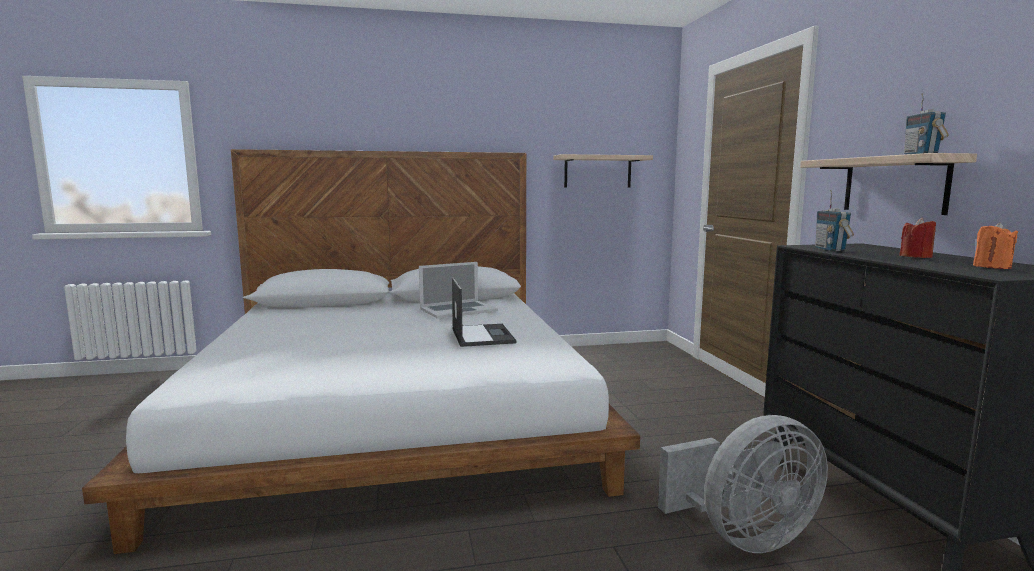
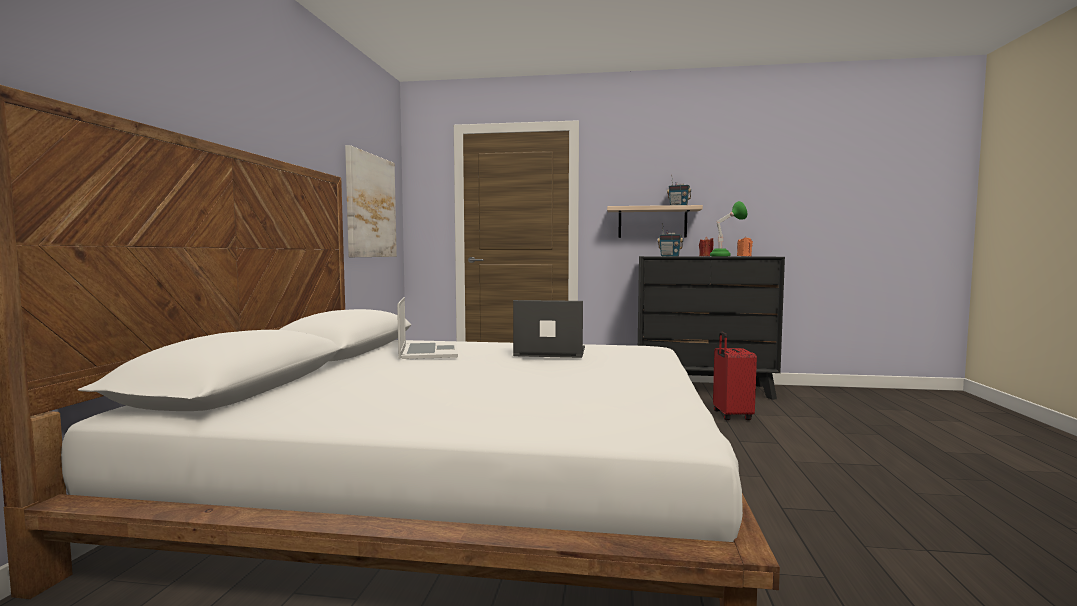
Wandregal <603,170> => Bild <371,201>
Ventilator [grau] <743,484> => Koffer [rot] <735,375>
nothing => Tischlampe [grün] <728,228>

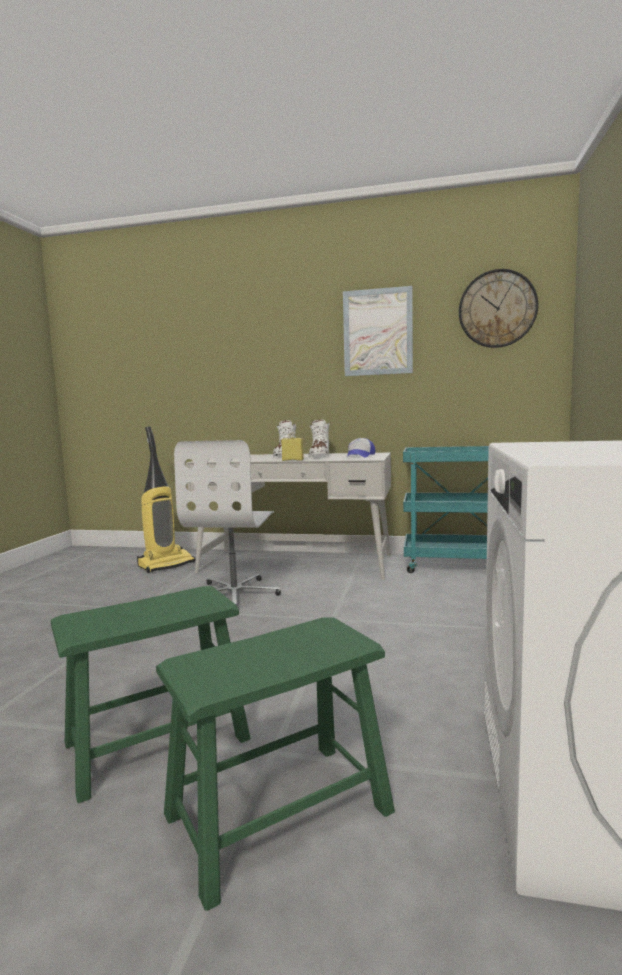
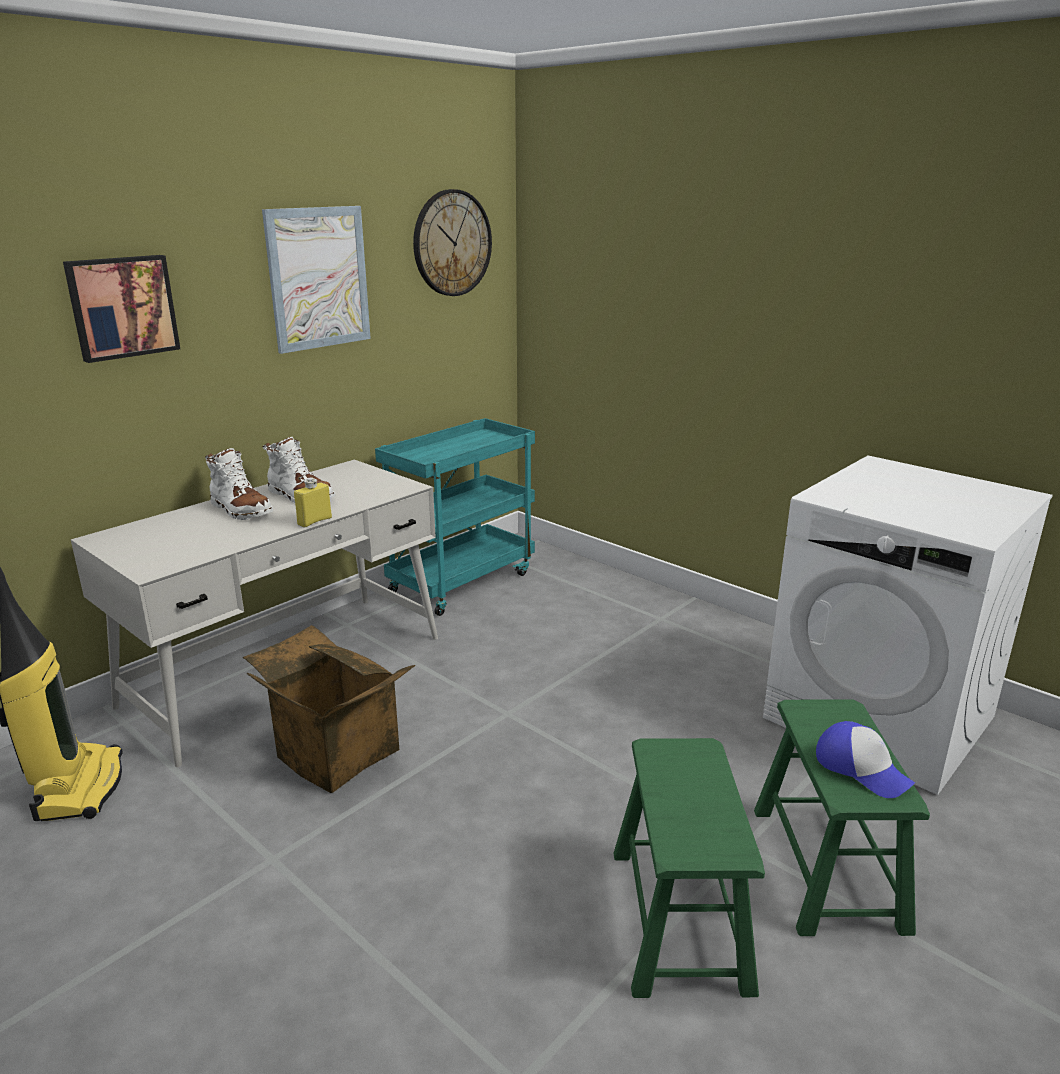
Kappe <361,448> => Kappe <865,759>, moved
Bürostuhl [weiß] <227,522> => Karton <329,709>
nothing => Bild <121,309>

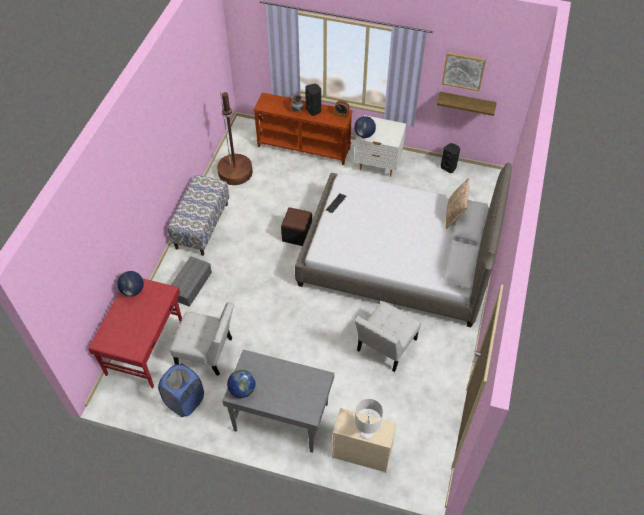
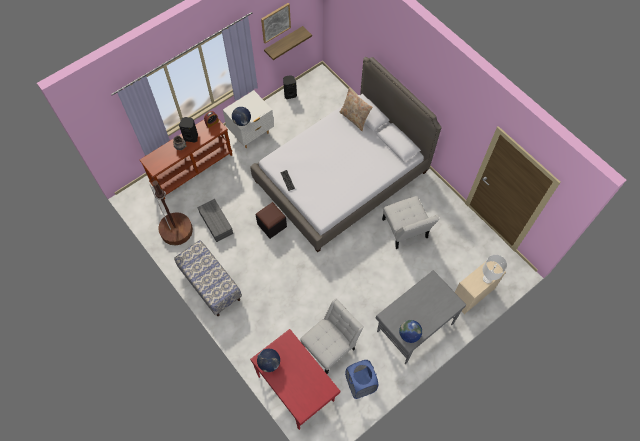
Aufbewahrungsbox [grau] <191,281> => Aufbewahrungsbox [grau] <215,220>, moved

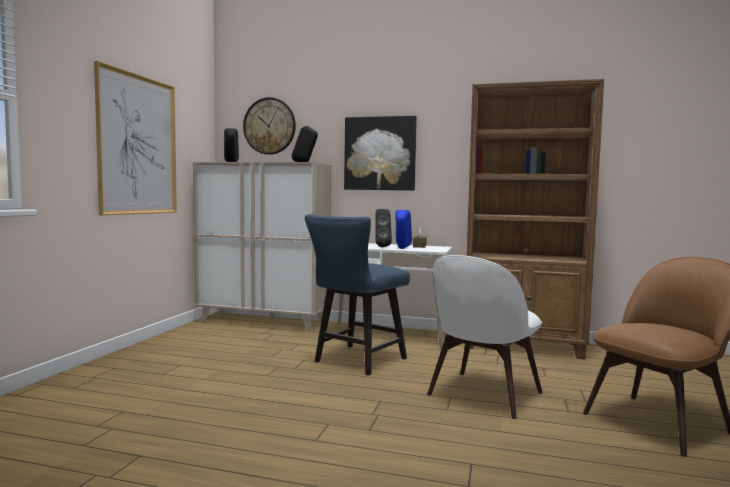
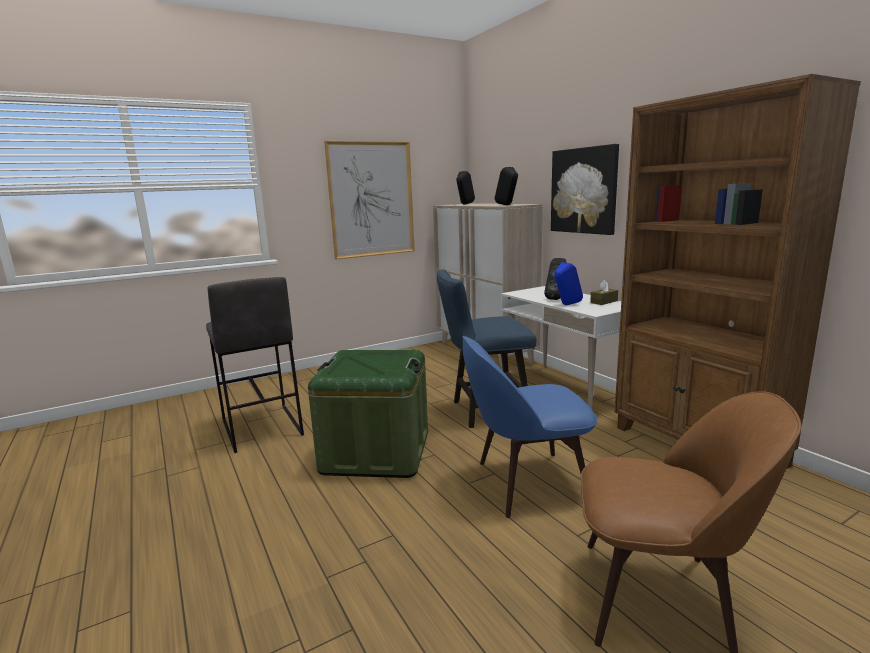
Wanduhr <269,126> => nothing
Stuhl [weiß] <485,337> => Stuhl [blau] <530,427>
nothing => Hocker [grau] <255,365>
nothing => Aufbewahrungsbox [grün] <368,414>

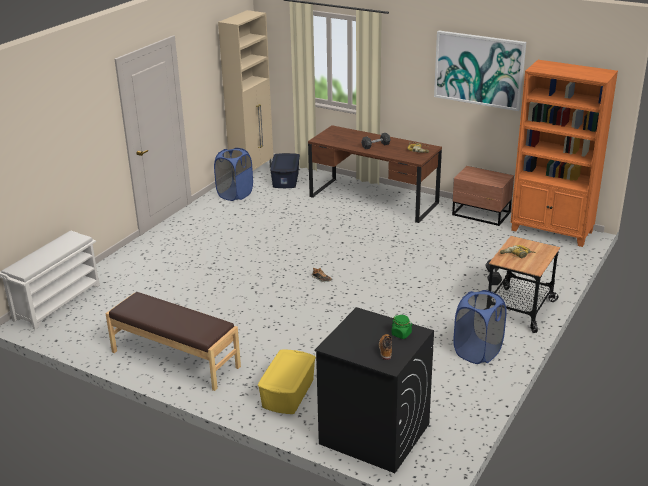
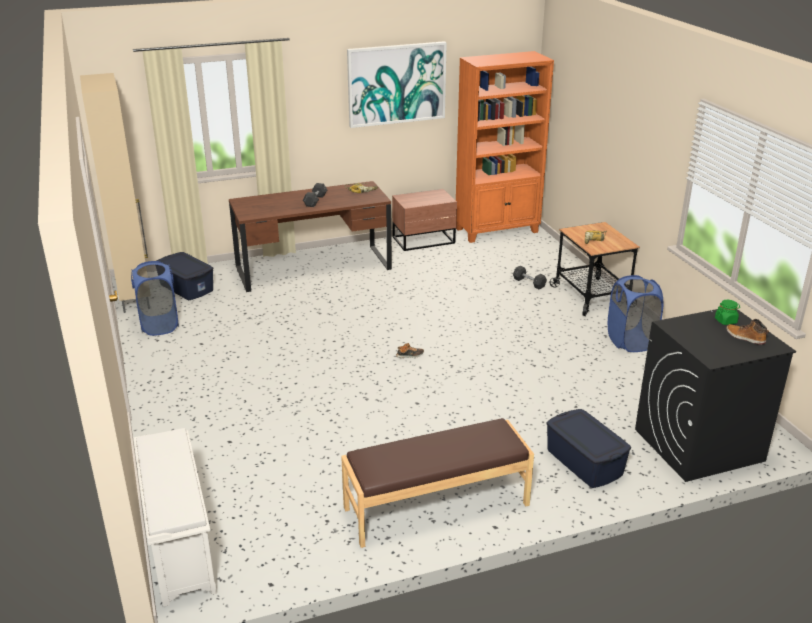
Aufbewahrungsbox [gelb] <287,381> => Aufbewahrungsbox [blau] <588,448>

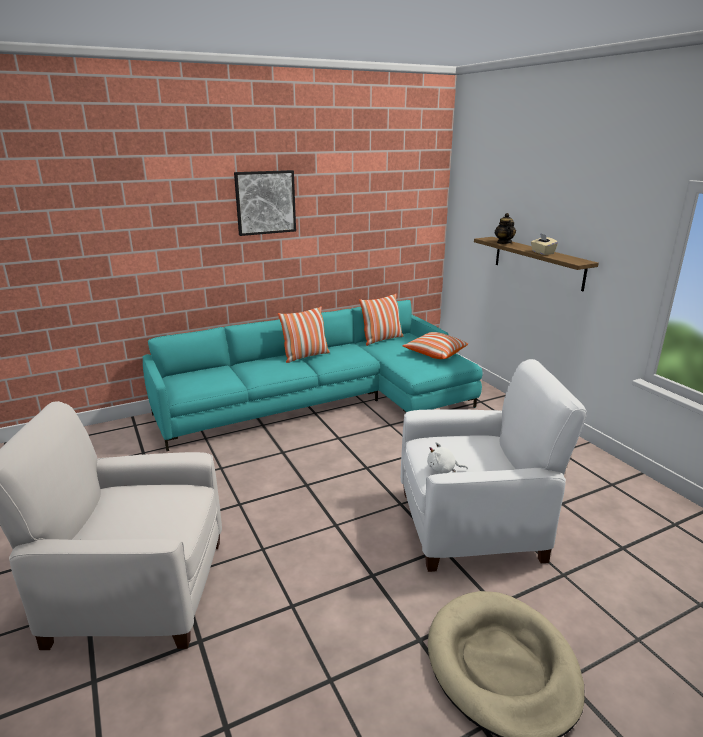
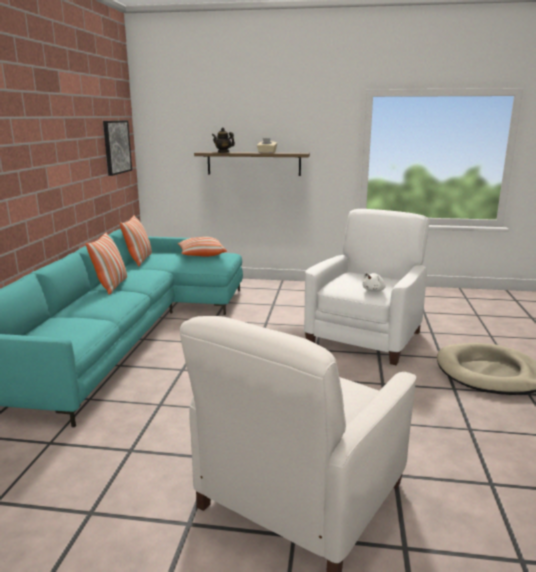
Bild <265,203> => Bild <117,148>, moved

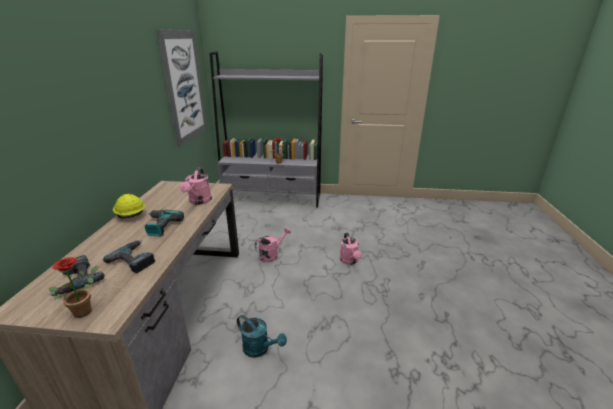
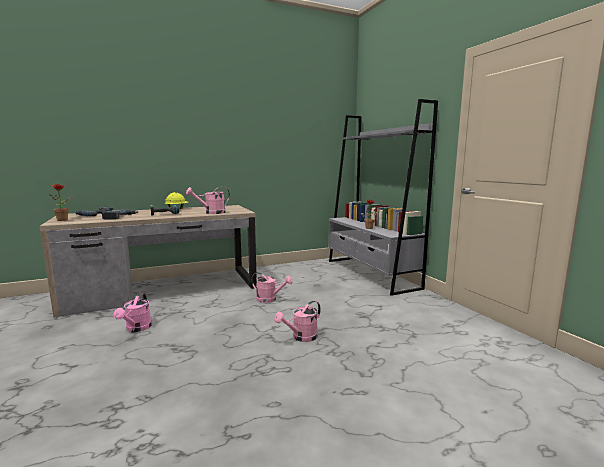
Bild <182,88> => nothing
Gießkanne [türkis] <262,336> => Gießkanne [rosa] <133,312>

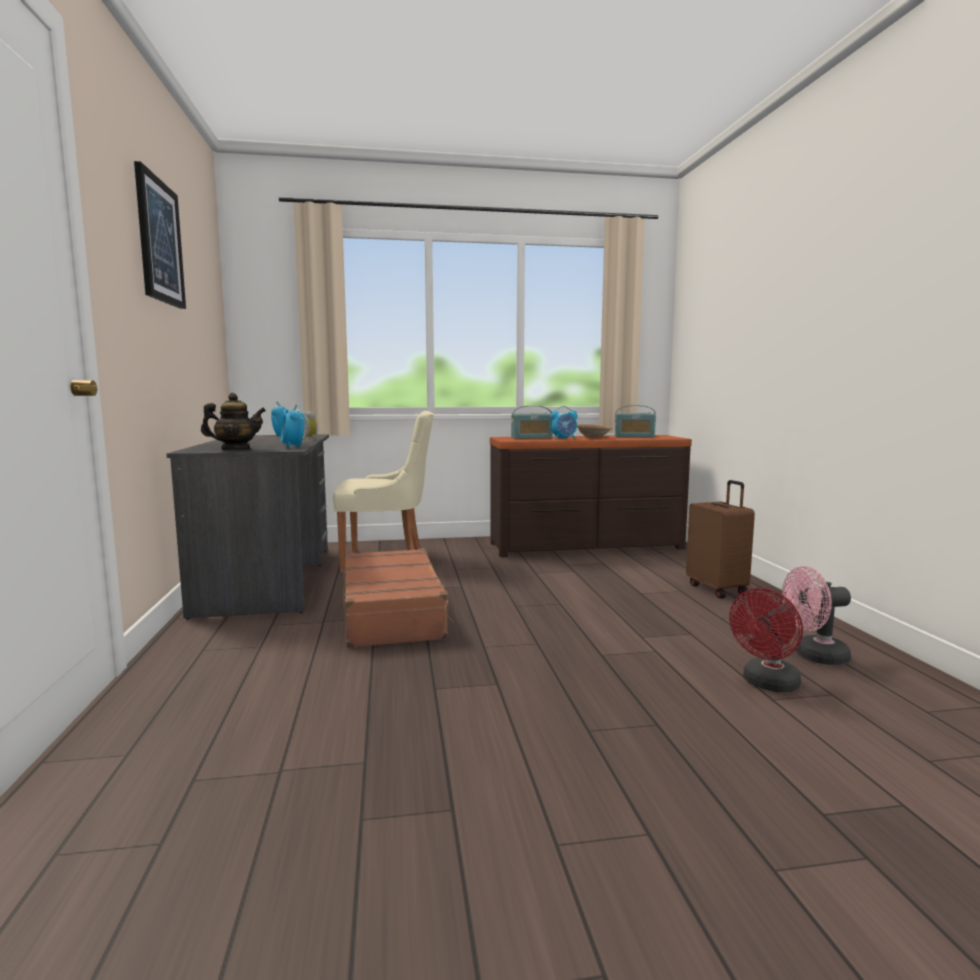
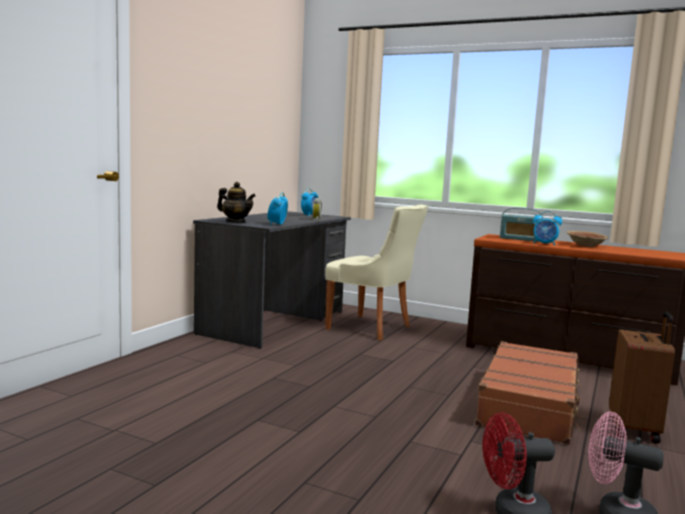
Bild <160,235> => nothing
Radio <635,421> => nothing
Koffer [braun] <398,598> => Koffer [braun] <528,393>, moved

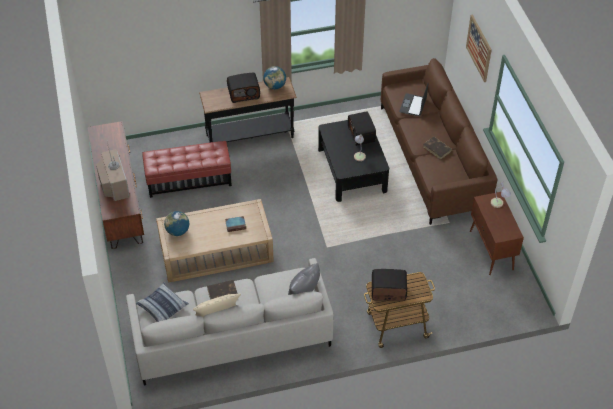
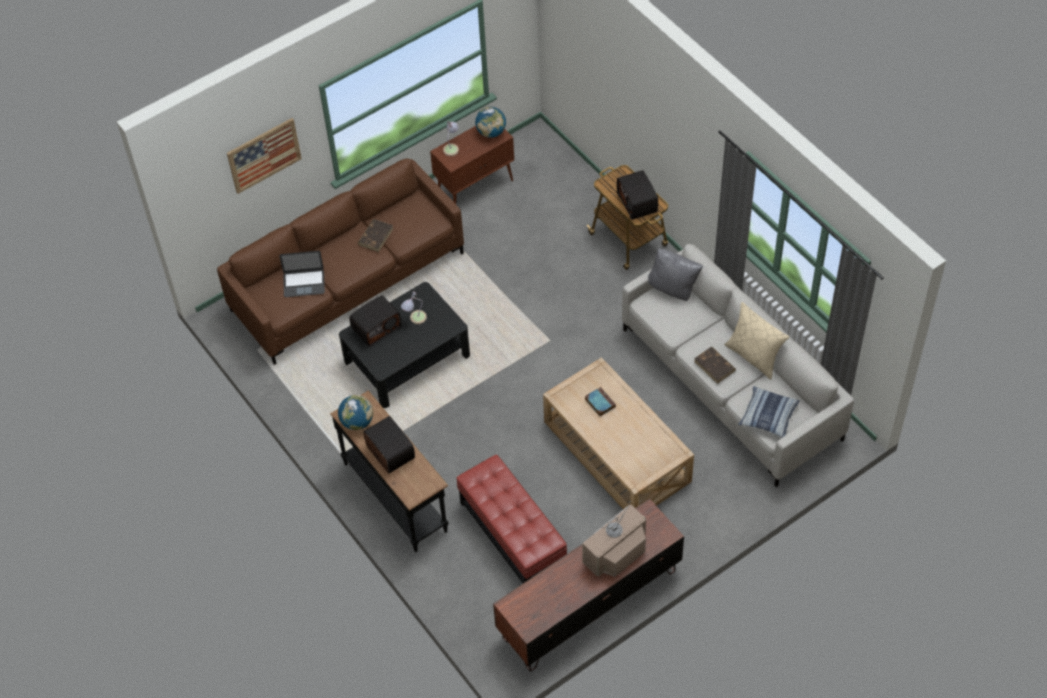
Globus <176,223> => Globus <490,122>, moved

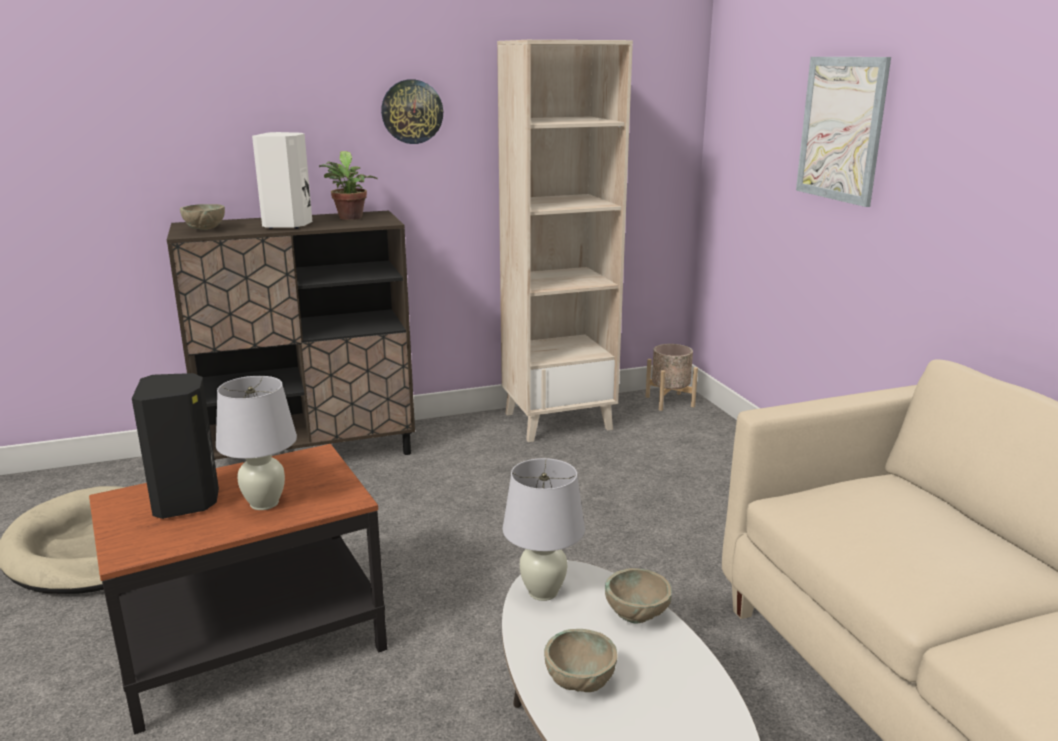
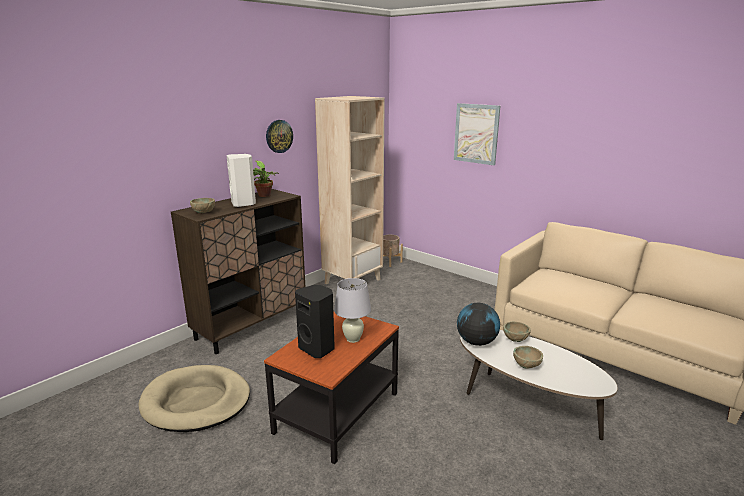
Tischlampe [weiß] <544,529> => Globus <478,324>

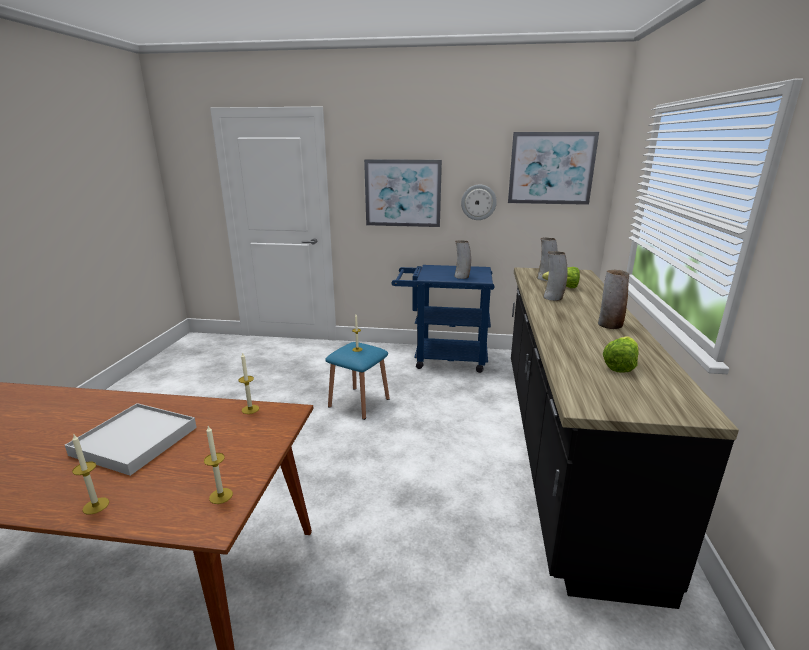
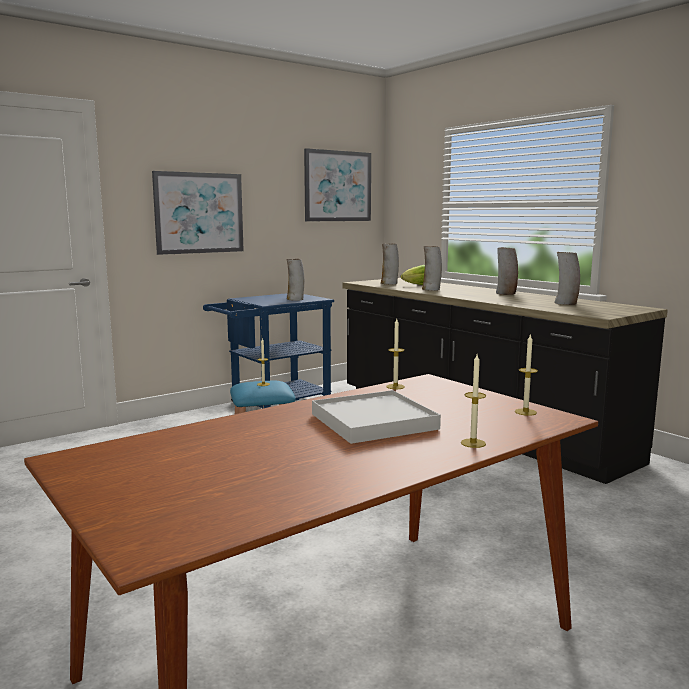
Wanduhr <479,202> => nothing
Salatkopf <621,355> => Vase <567,278>

